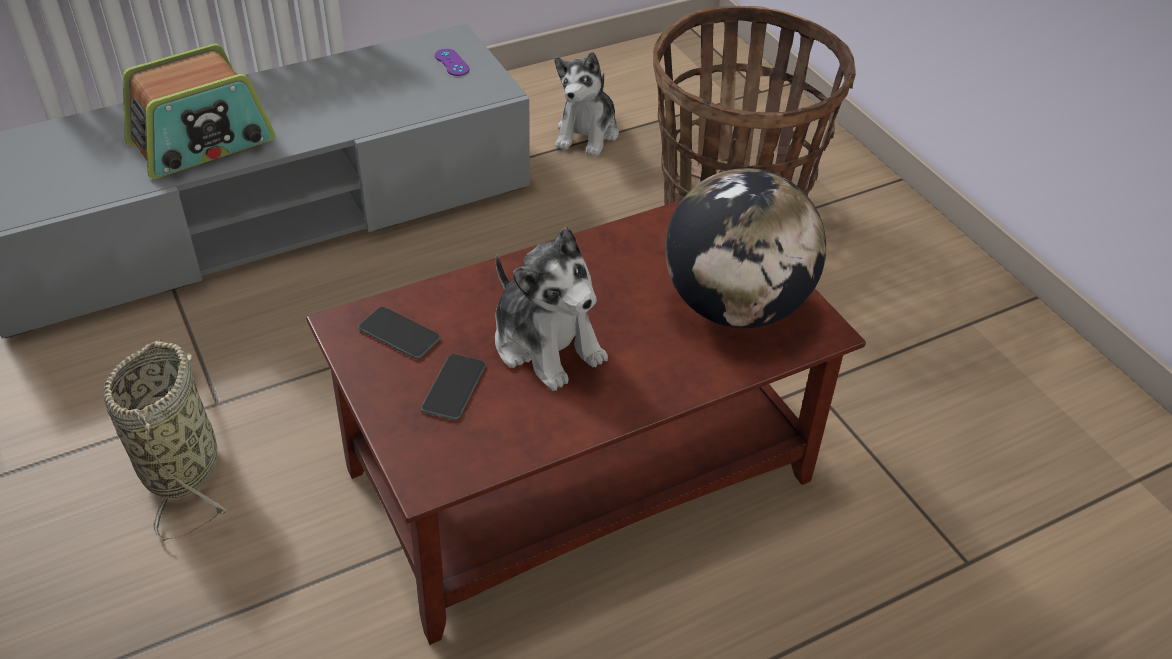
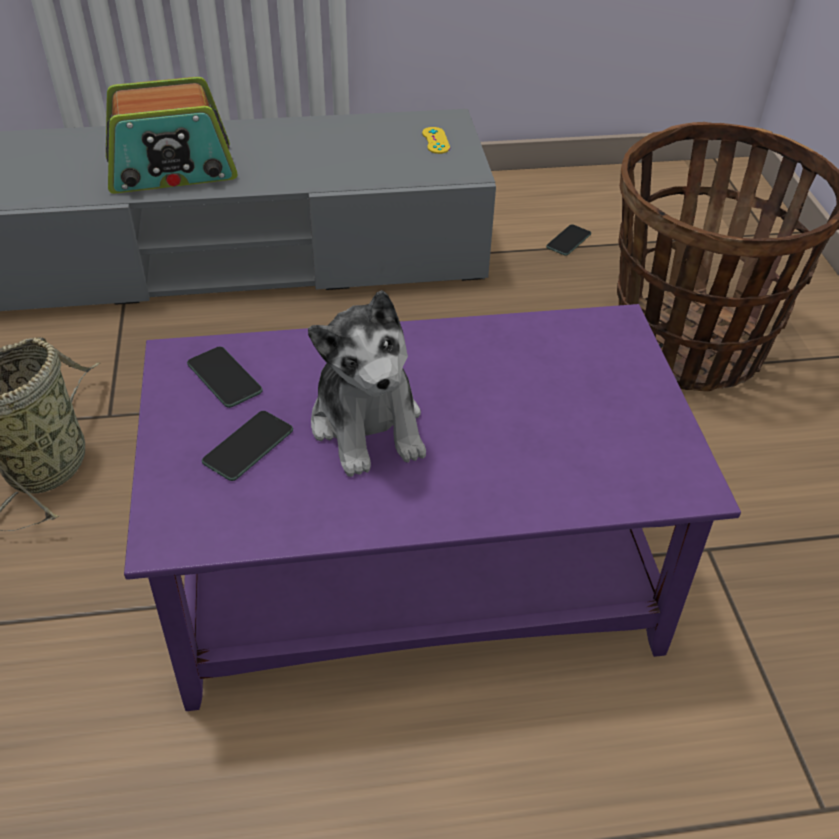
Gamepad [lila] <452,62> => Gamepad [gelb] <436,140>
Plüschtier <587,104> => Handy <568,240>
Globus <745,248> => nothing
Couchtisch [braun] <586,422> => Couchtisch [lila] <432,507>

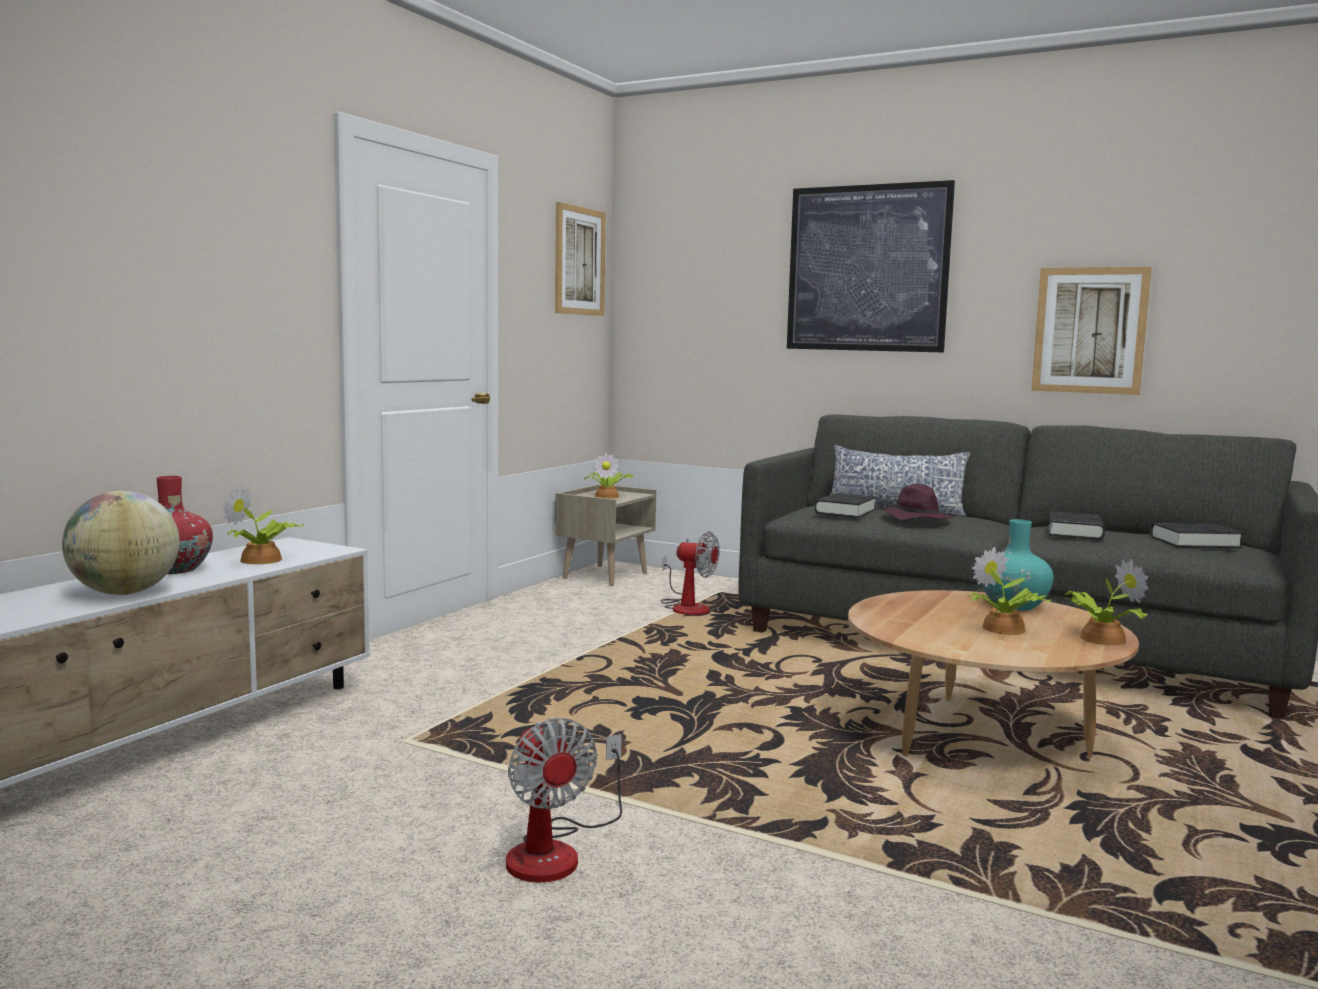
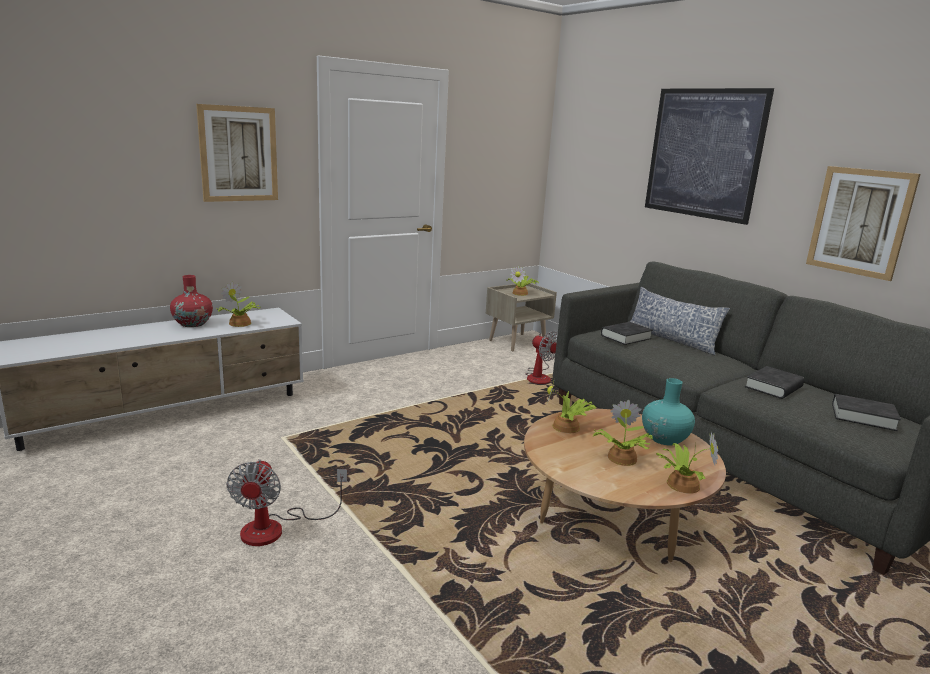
Bild <580,259> => Bild <237,153>, moved
Hut [lila] <917,502> => nothing
Globus <121,543> => nothing
nothing => Topfpflanze <572,405>

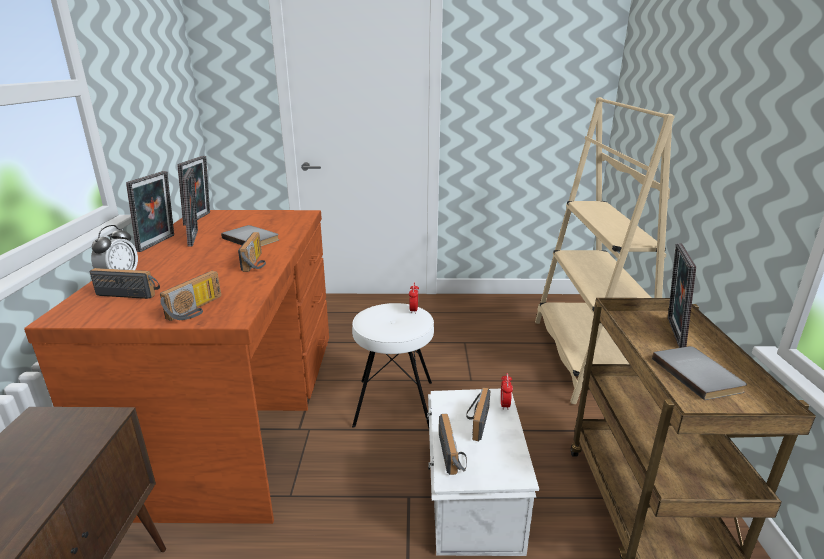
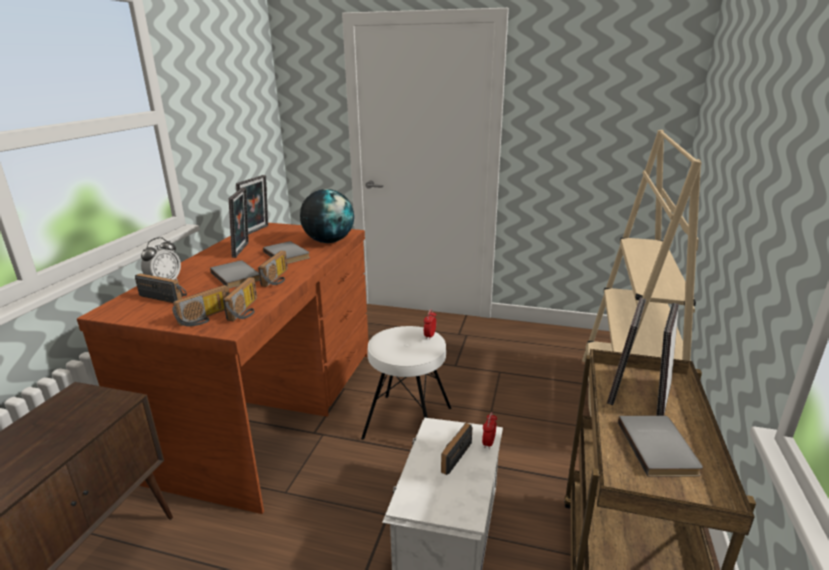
Bilderrahmen <150,211> => Bilderrahmen <626,351>, moved
Radio <453,444> => Radio <240,299>, moved
nothing => Globus <327,216>
nothing => Buch [grau] <235,274>

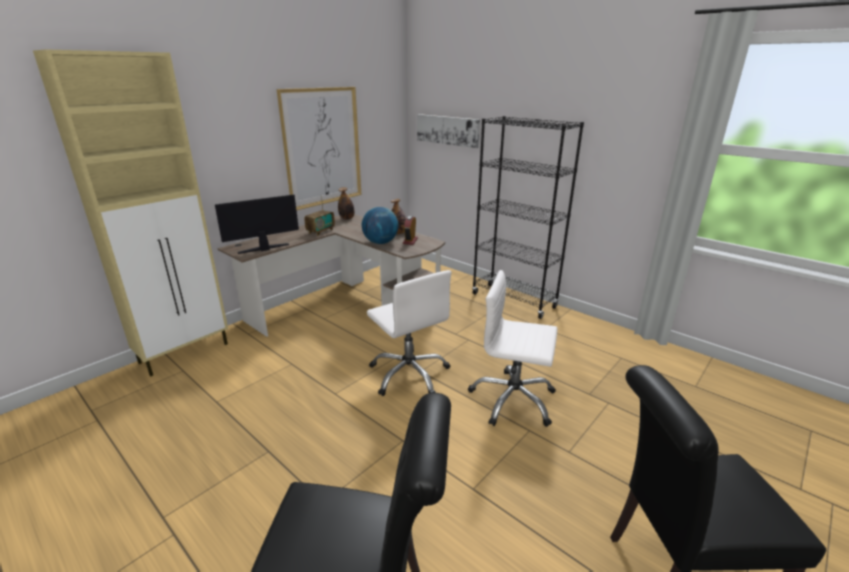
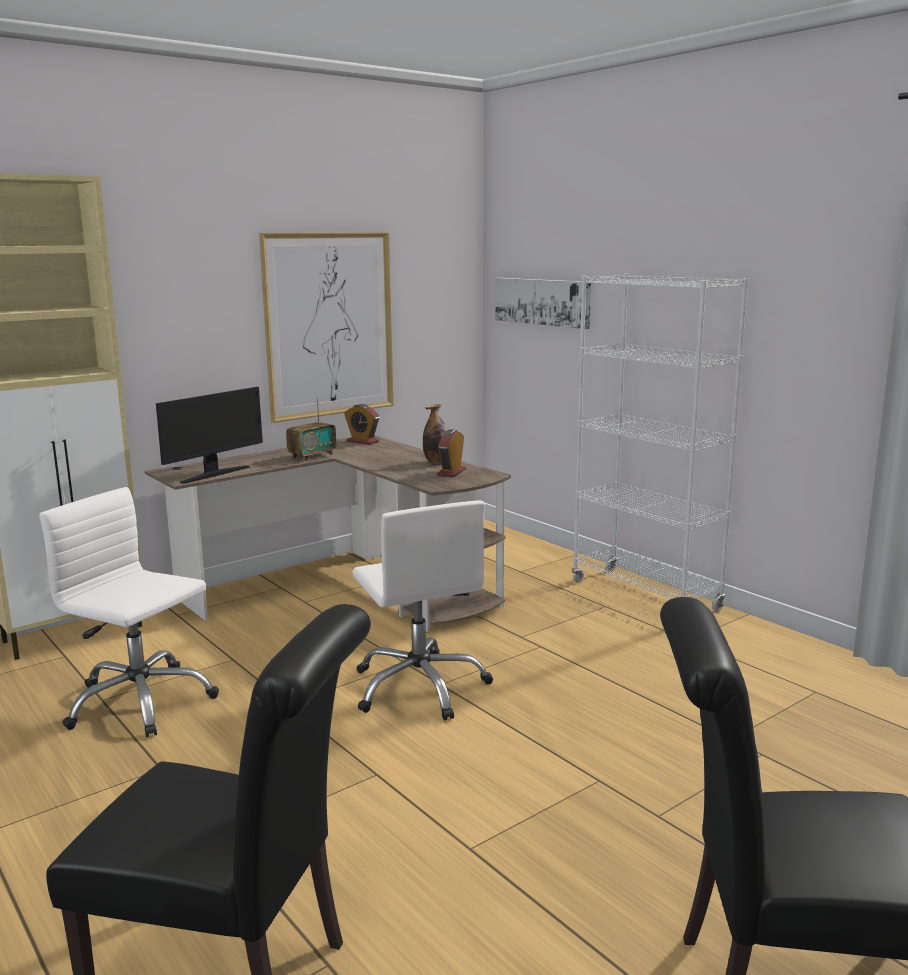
Bücherregal [schwarz] <528,217> => Bücherregal [weiß] <660,442>
Flasche <346,203> => Wecker <361,424>
Monitor <257,224> => Monitor <209,435>, 150 degrees clockwise
Globus <380,225> => nothing
Bürostuhl [weiß] <512,348> => Bürostuhl [weiß] <129,612>, moved

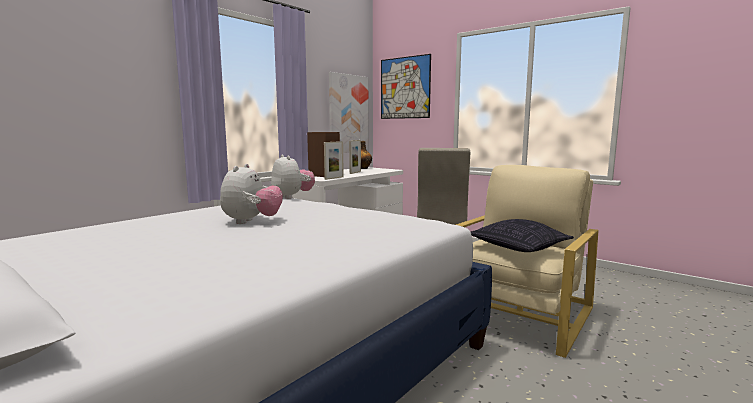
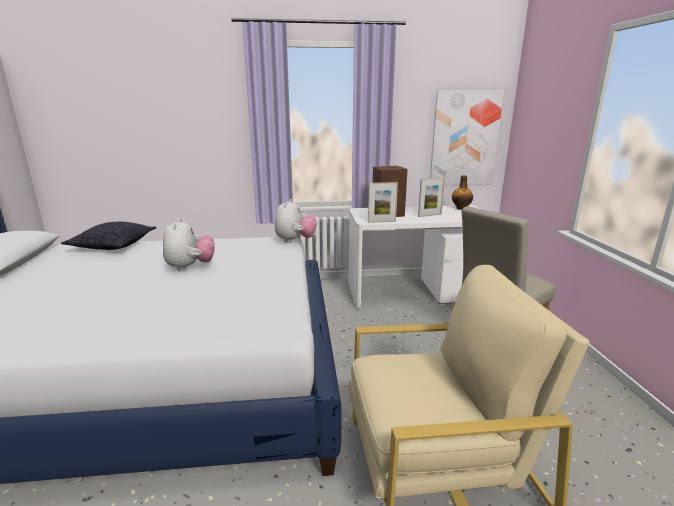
Bild <406,86> => nothing
Plüschtier <251,194> => Plüschtier <189,245>, 60 degrees counterclockwise
Kissen <522,235> => Kissen <108,236>, moved

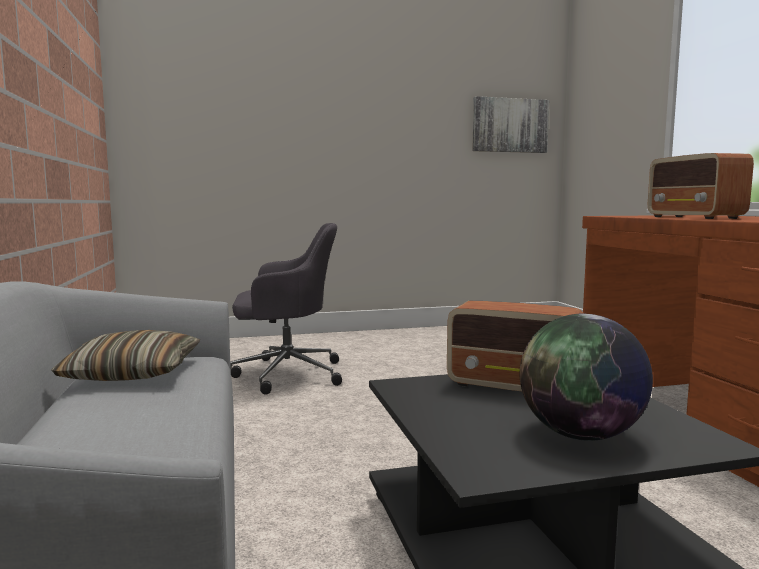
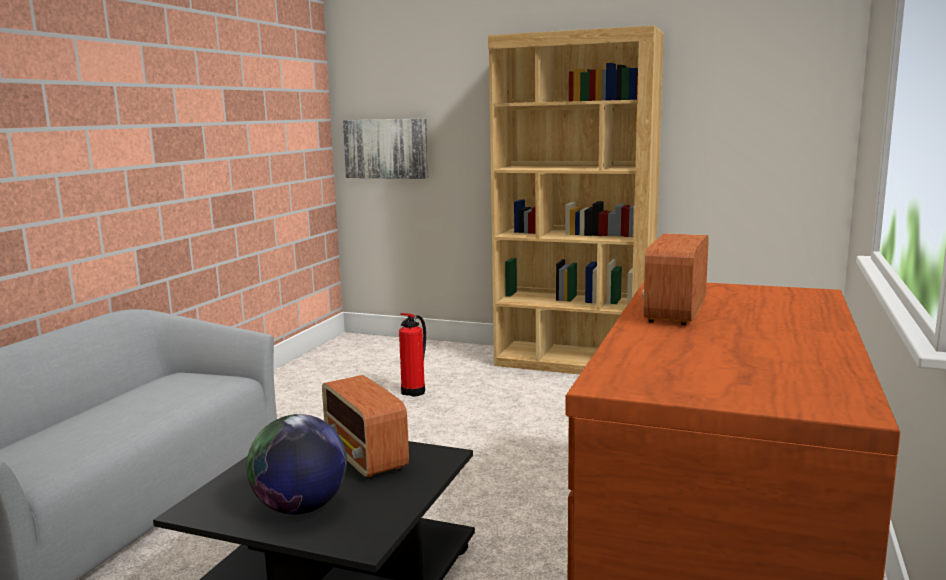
Bild <510,124> => Bild <385,149>, moved
Bürostuhl [grau] <286,309> => Feuerlöscher <412,355>
Kissen <125,355> => nothing
nothing => Bücherregal [braun] <576,199>

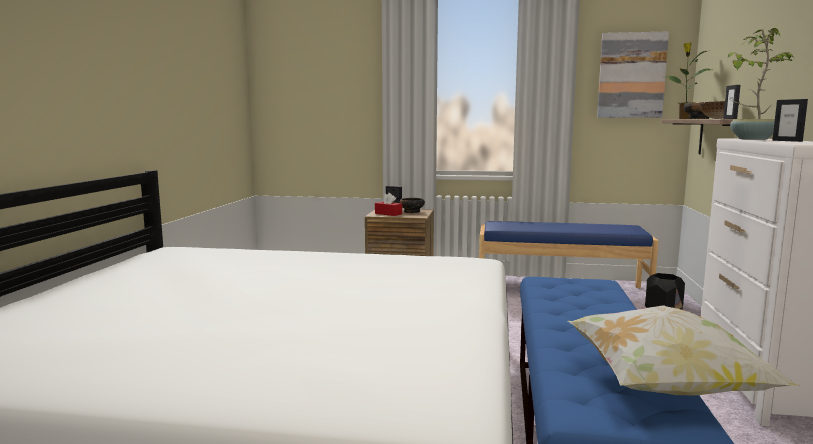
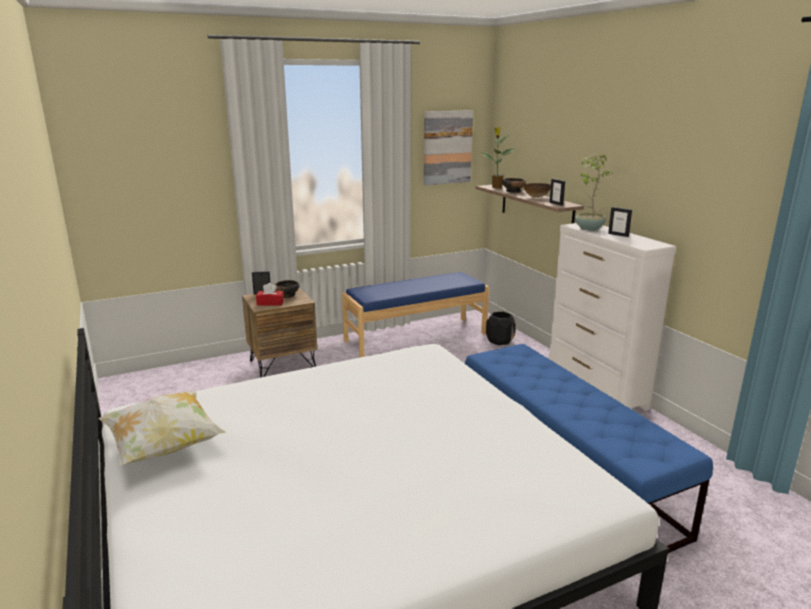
Kissen <683,350> => Kissen <162,428>, moved

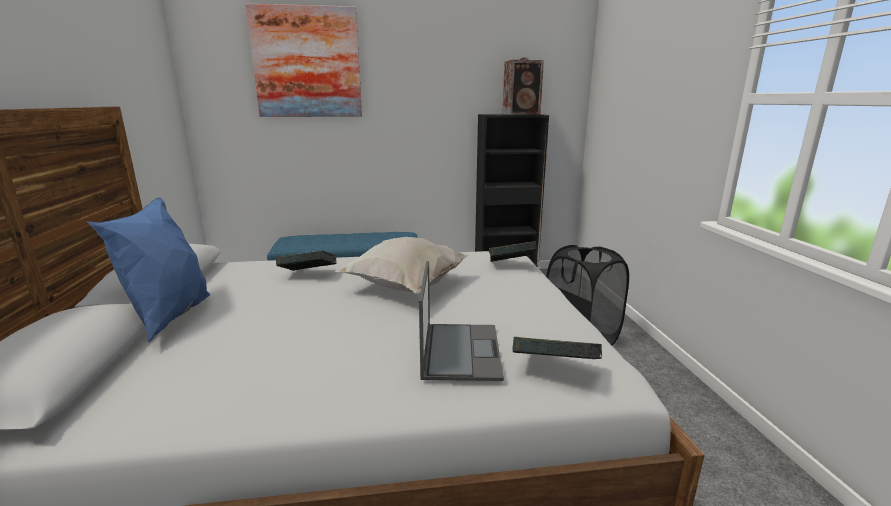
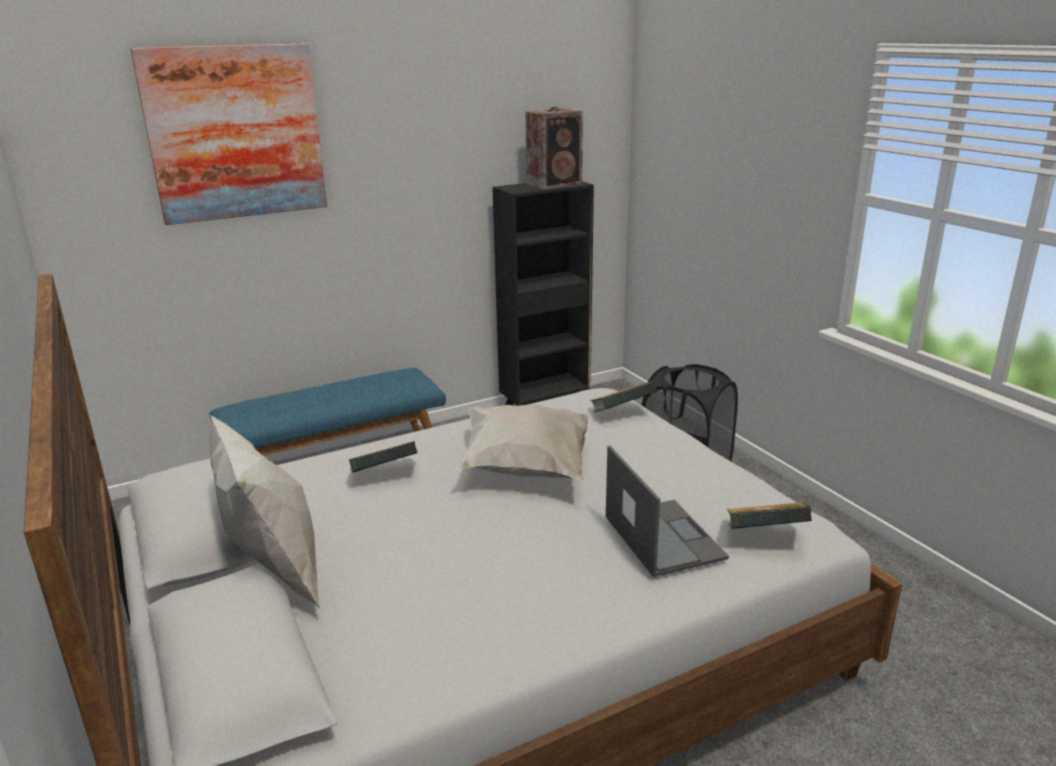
Kissen [blau] <148,270> => Kissen [weiß] <264,512>

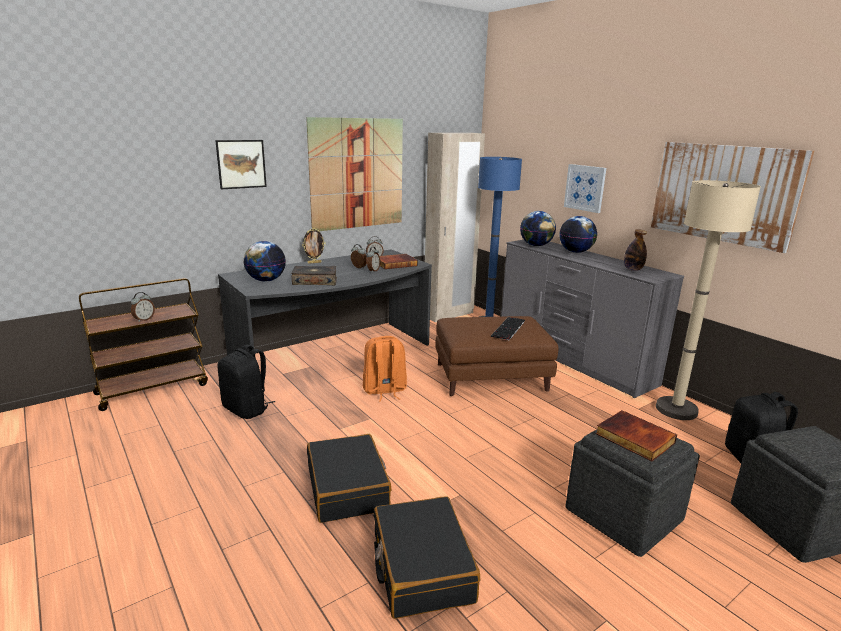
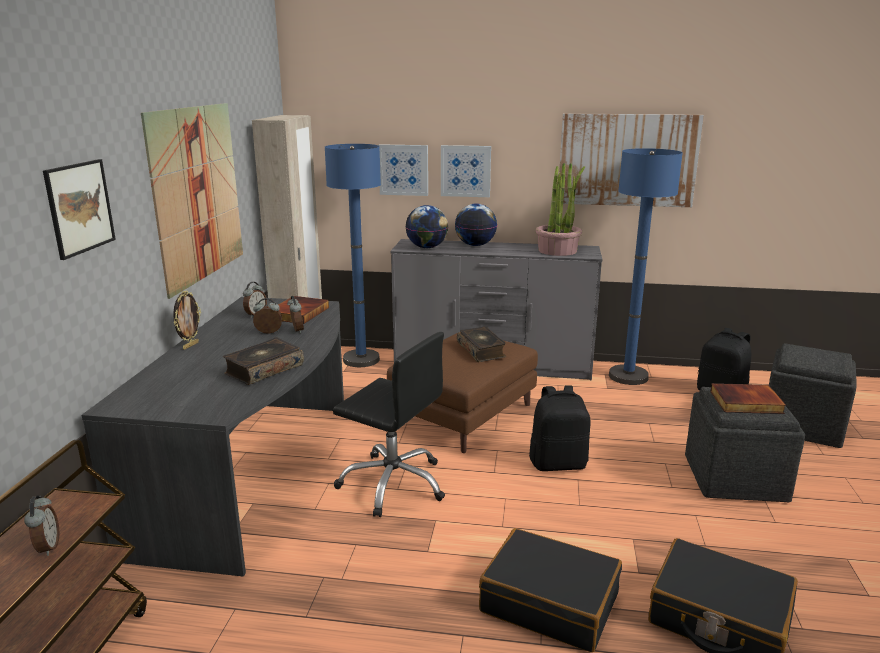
Stehlampe [beige] <708,300> => Stehlampe [blau] <646,266>
Flasche <635,250> => Topfpflanze <560,209>
Globus <265,261> => nothing
Tastatur <508,328> => Buch <481,344>
Rucksack [orange] <385,369> => Bürostuhl [schwarz] <389,424>
Rucksack [schwarz] <246,382> => Rucksack [schwarz] <559,428>, moved
nothing => Bild <403,170>

